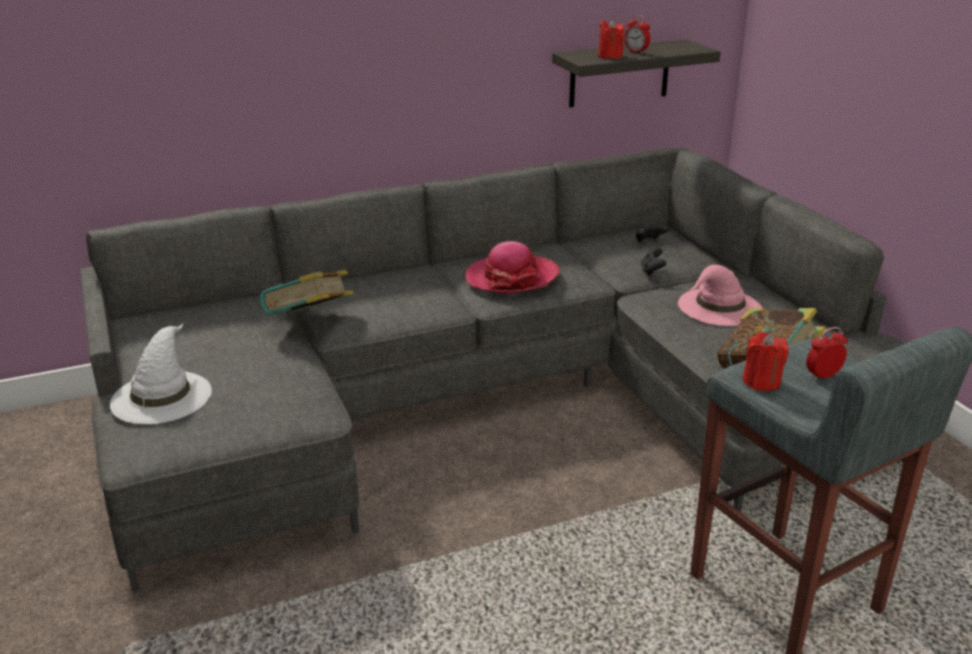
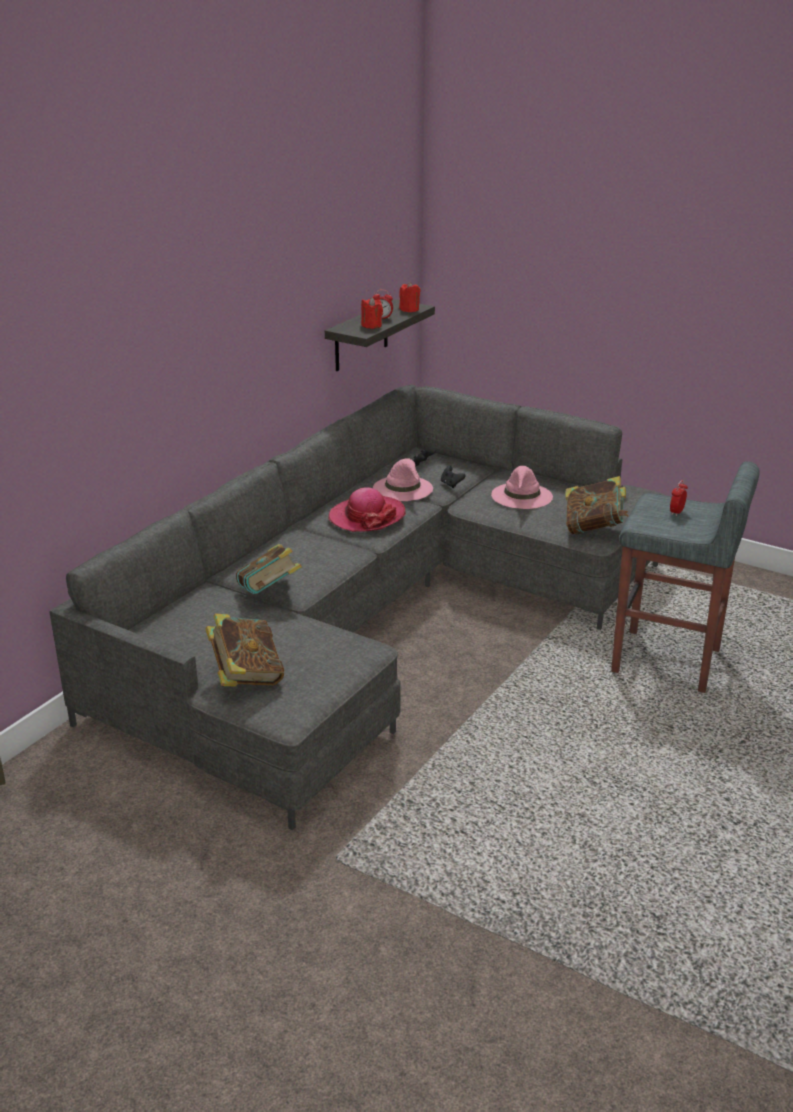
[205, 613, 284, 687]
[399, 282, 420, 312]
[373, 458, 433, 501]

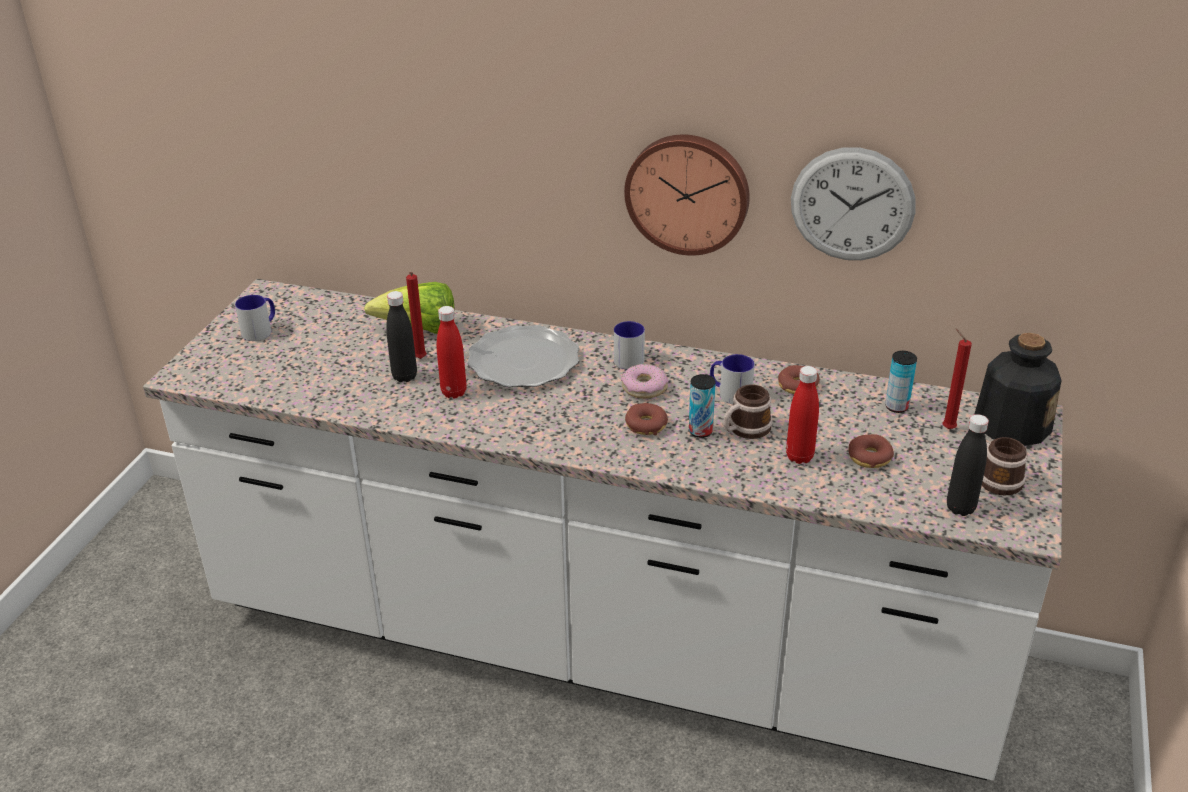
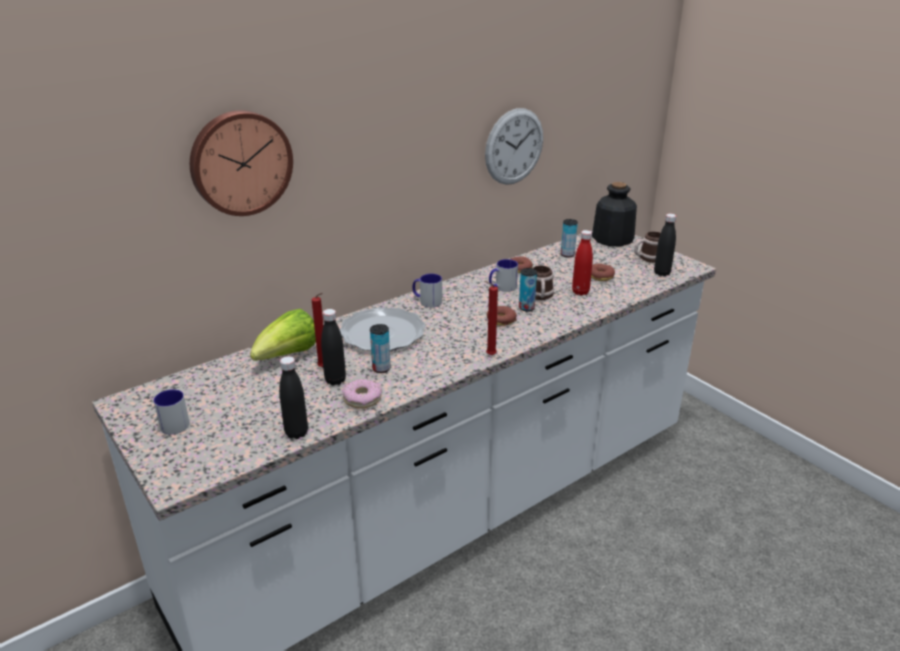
[190, 110, 293, 216]
[370, 324, 391, 373]
[485, 281, 498, 356]
[342, 379, 382, 408]
[279, 356, 308, 439]

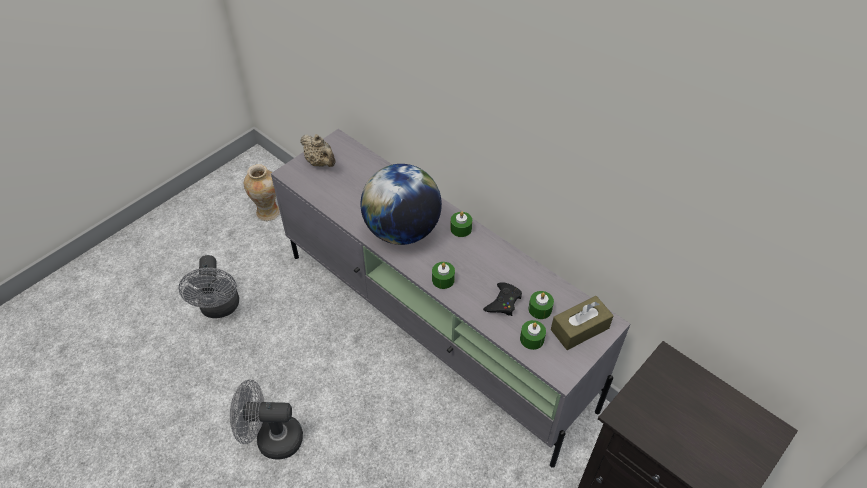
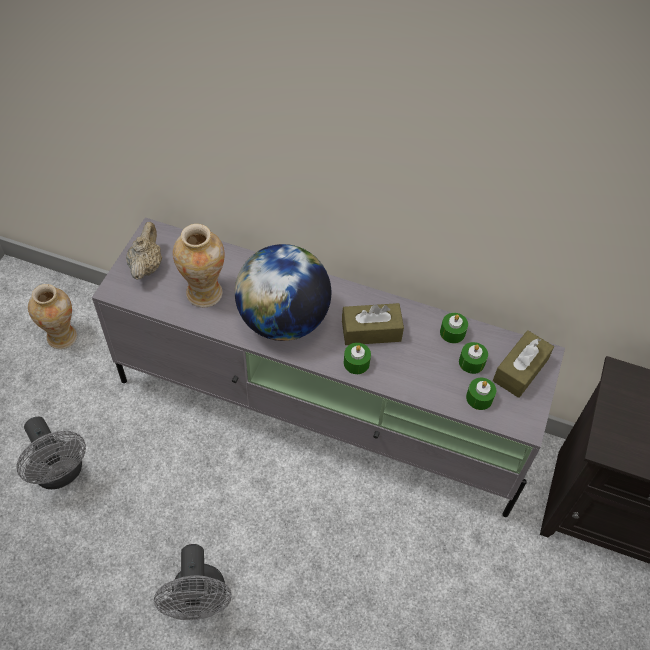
[126, 222, 162, 280]
[440, 313, 468, 343]
[483, 282, 522, 316] (first image)
[154, 544, 232, 620]
[173, 224, 224, 307]
[342, 303, 404, 345]

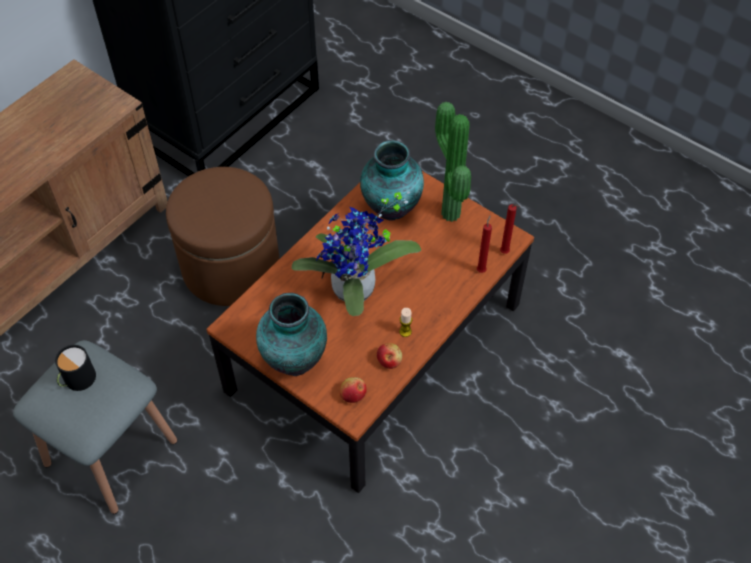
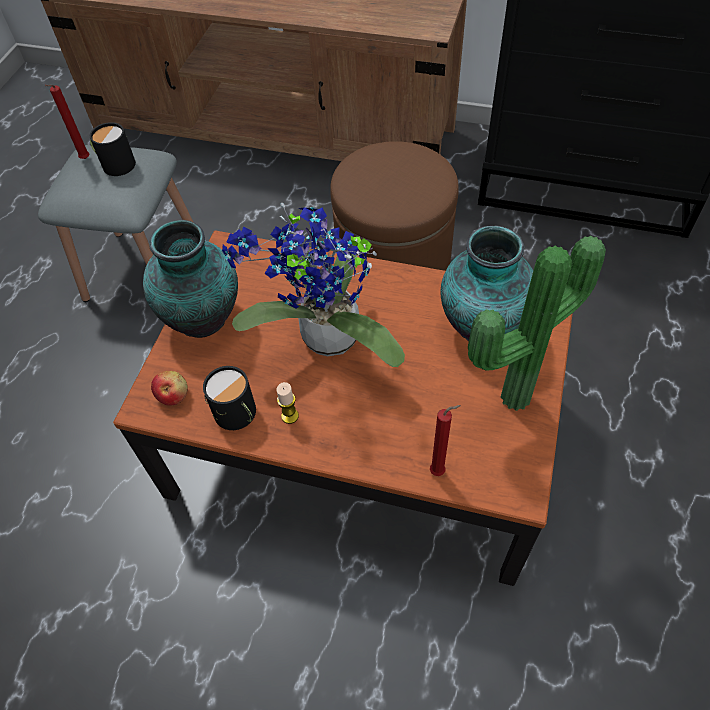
[45, 85, 90, 159]
[203, 366, 256, 430]

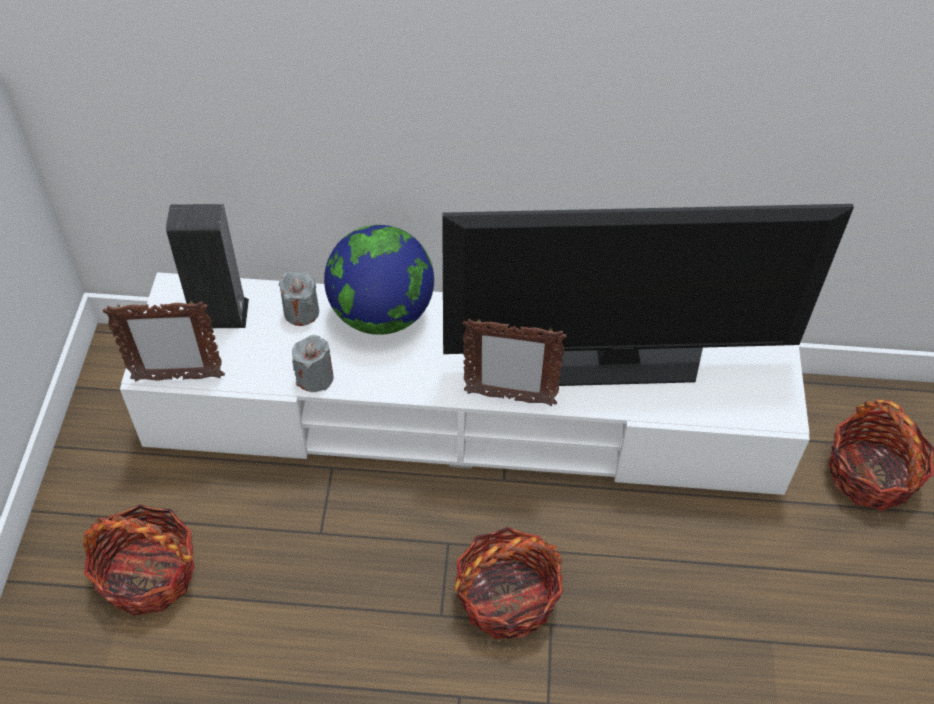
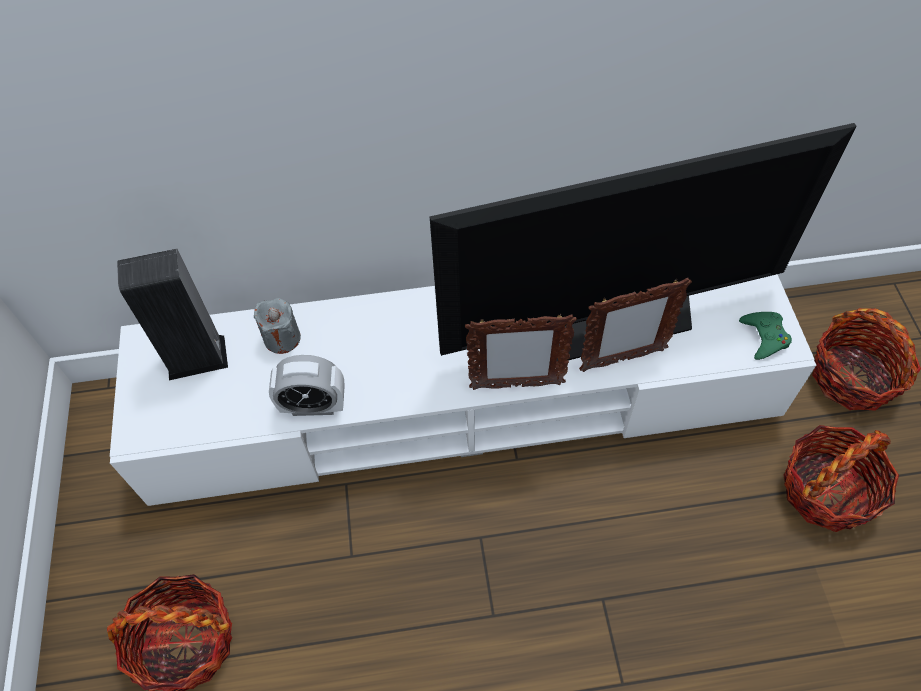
[324, 225, 434, 335] (first image)
[579, 278, 692, 372]
[269, 355, 345, 416]
[783, 425, 899, 532]
[739, 312, 792, 360]

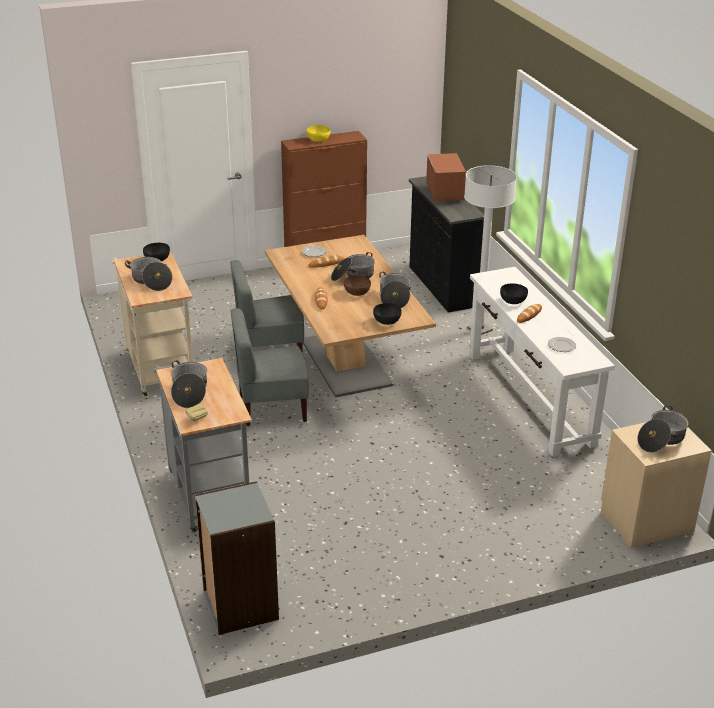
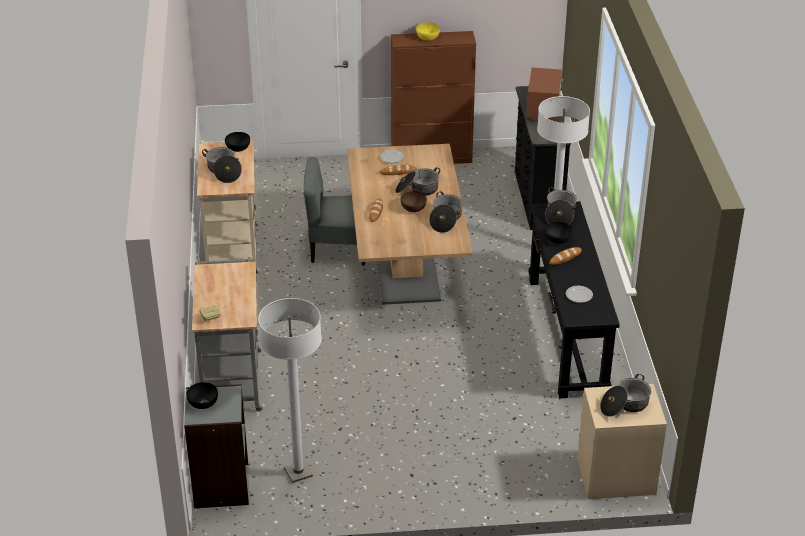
[528, 201, 620, 398]
[186, 382, 218, 409]
[231, 308, 309, 426] (first image)
[545, 187, 577, 225]
[258, 298, 322, 483]

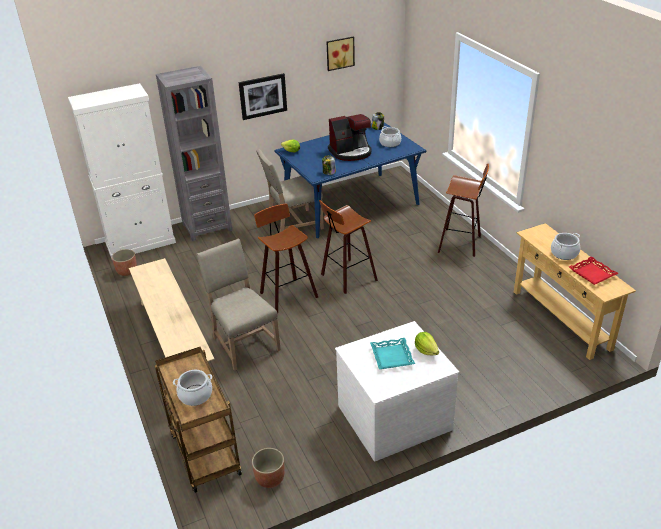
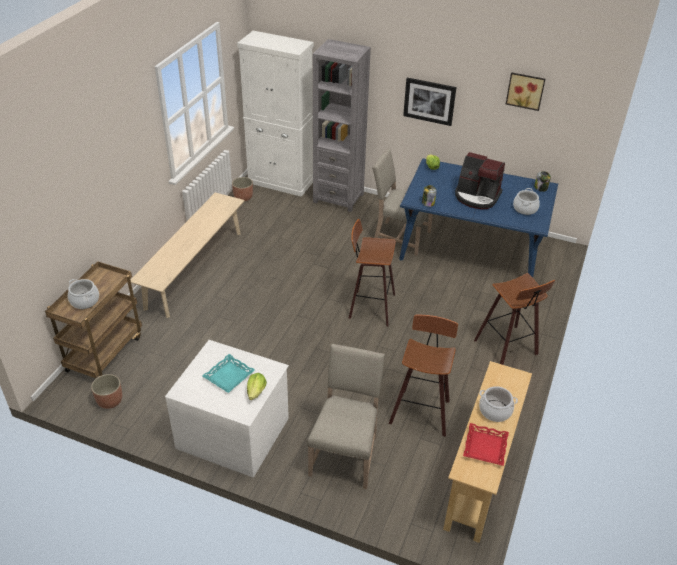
[389, 314, 458, 437]
[307, 344, 385, 489]

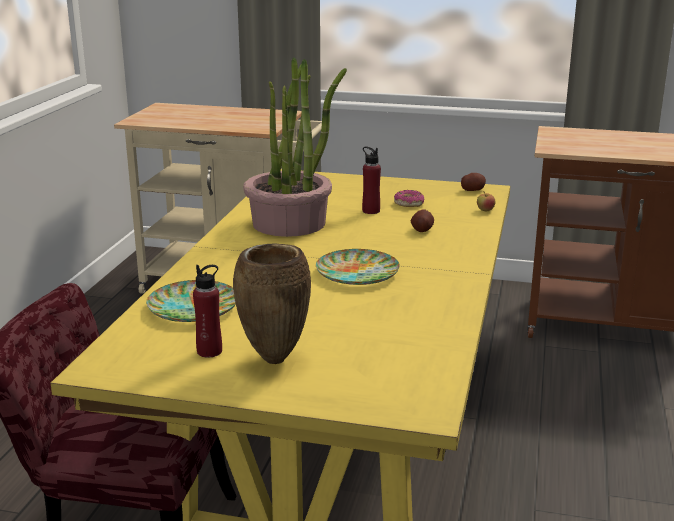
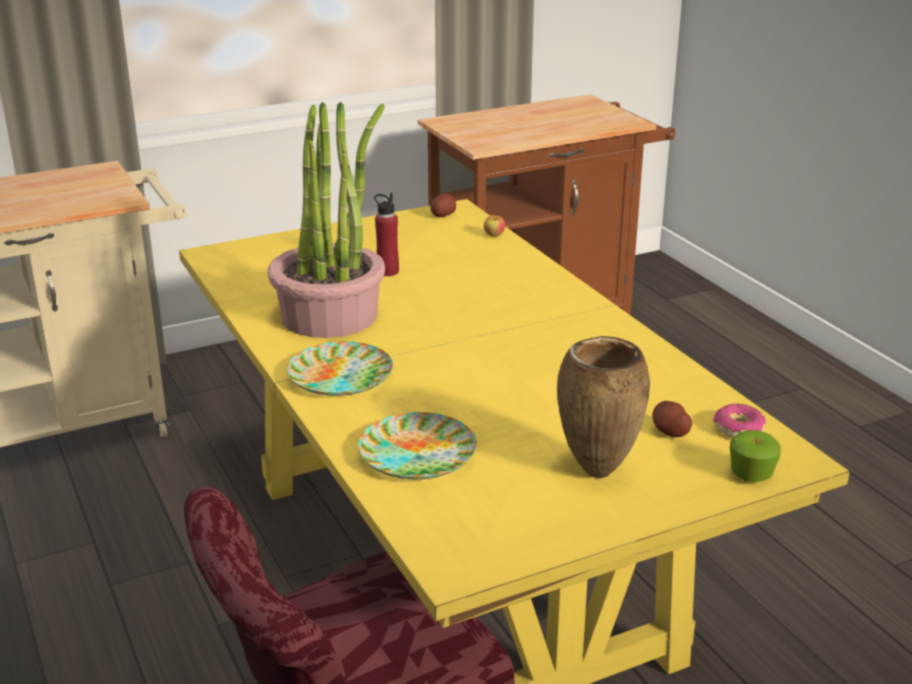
[714, 404, 766, 438]
[652, 401, 692, 437]
[287, 341, 393, 396]
[193, 265, 222, 358] (first image)
[730, 430, 781, 482]

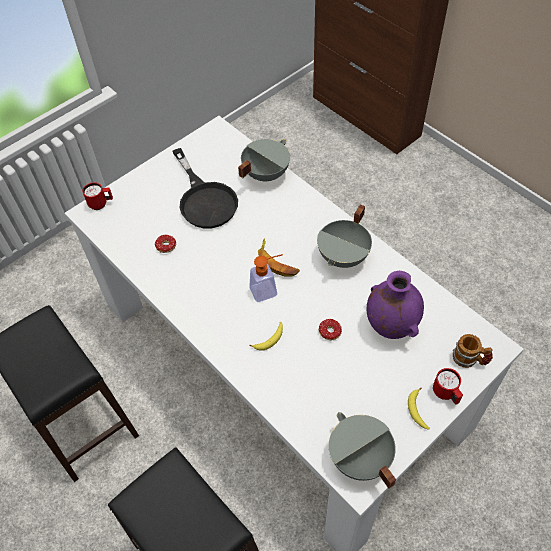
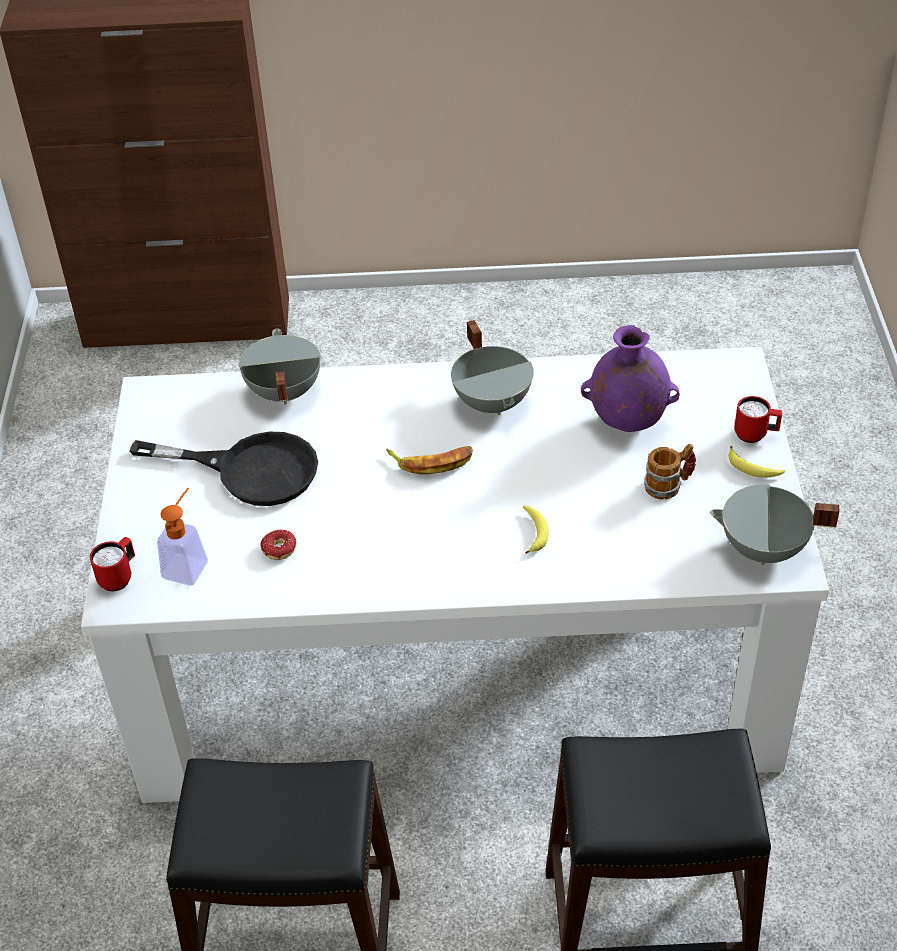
[157, 488, 208, 586]
[319, 319, 342, 340] (first image)
[644, 444, 696, 500]

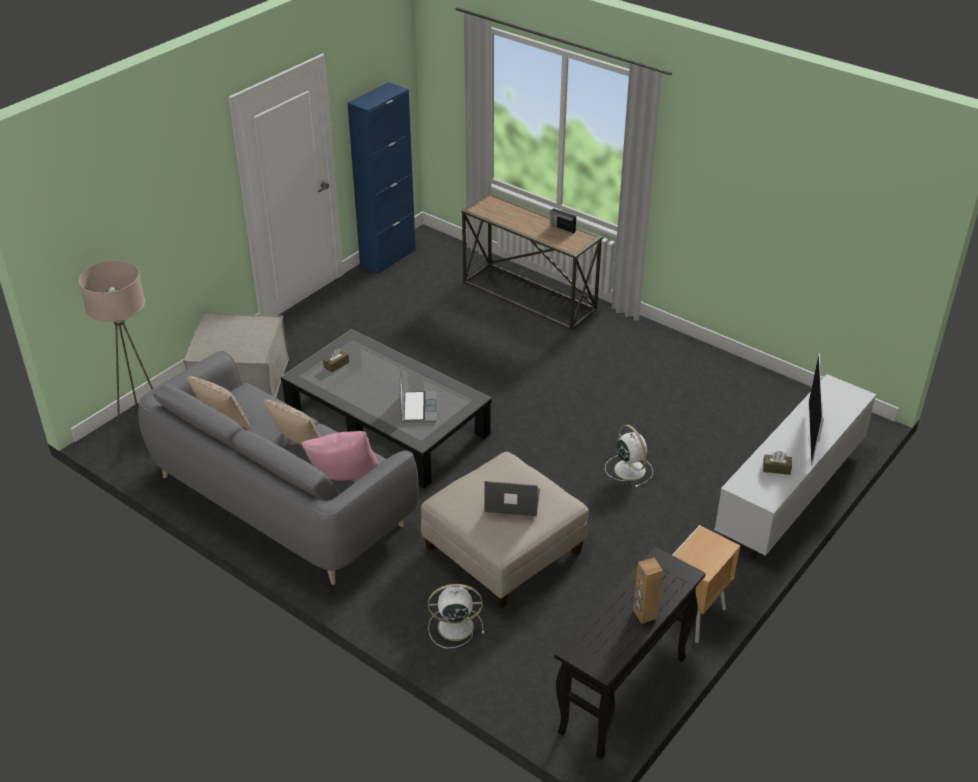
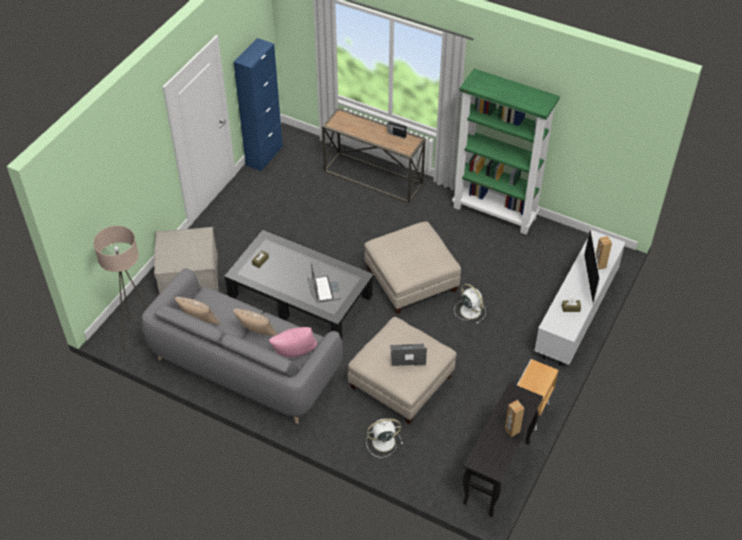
[452, 69, 560, 235]
[364, 222, 461, 314]
[596, 236, 612, 270]

